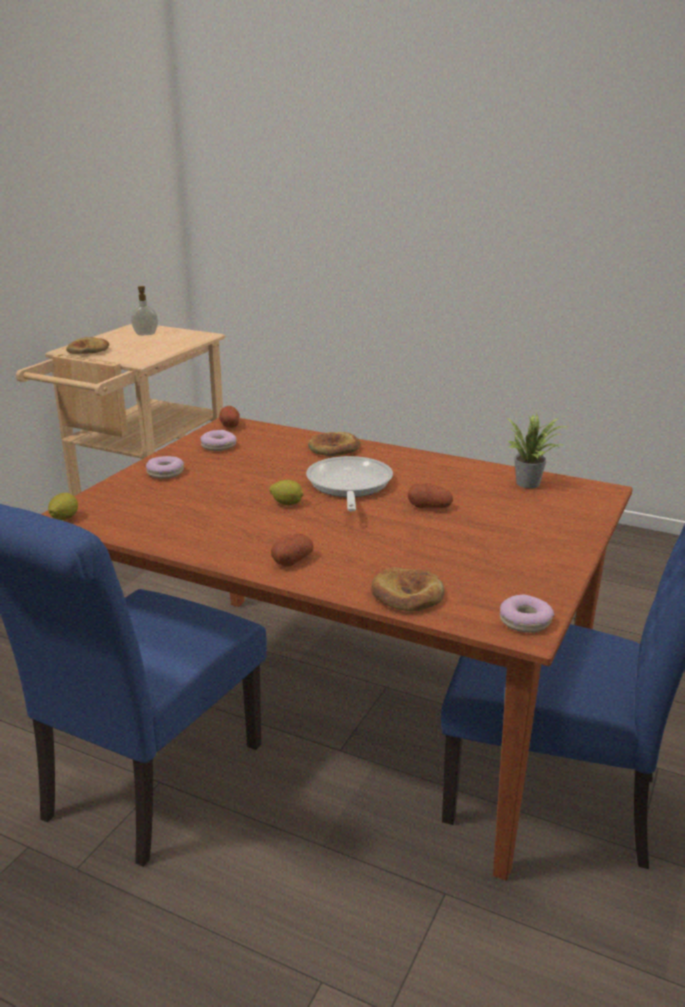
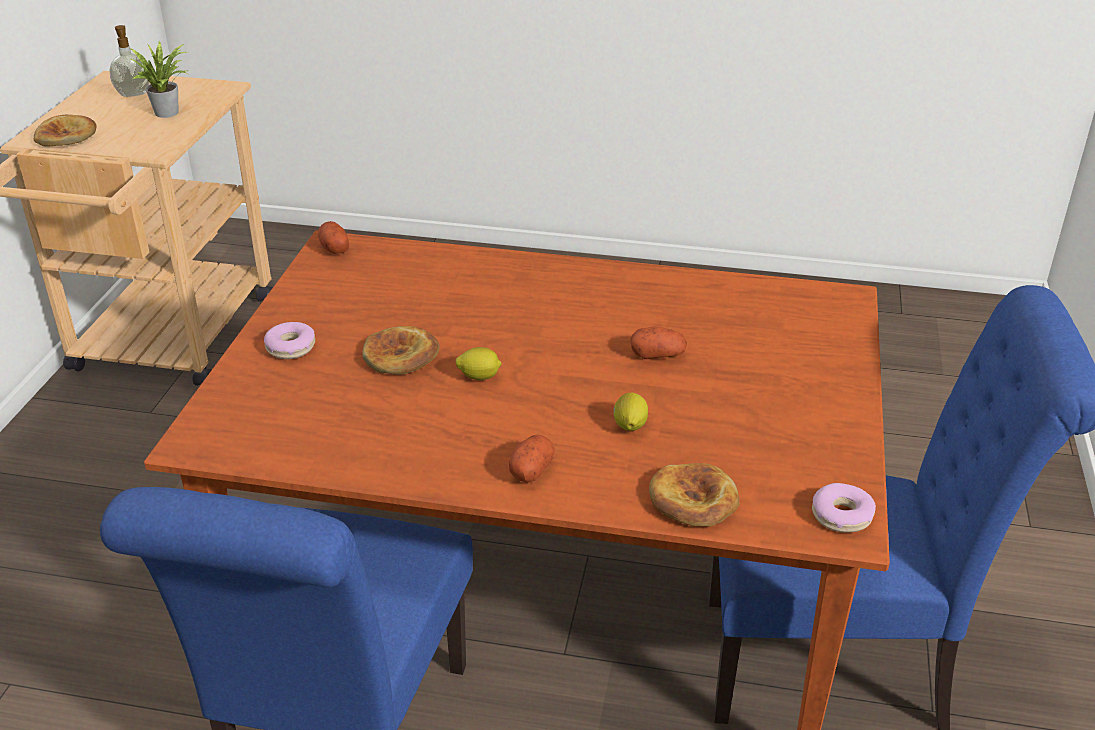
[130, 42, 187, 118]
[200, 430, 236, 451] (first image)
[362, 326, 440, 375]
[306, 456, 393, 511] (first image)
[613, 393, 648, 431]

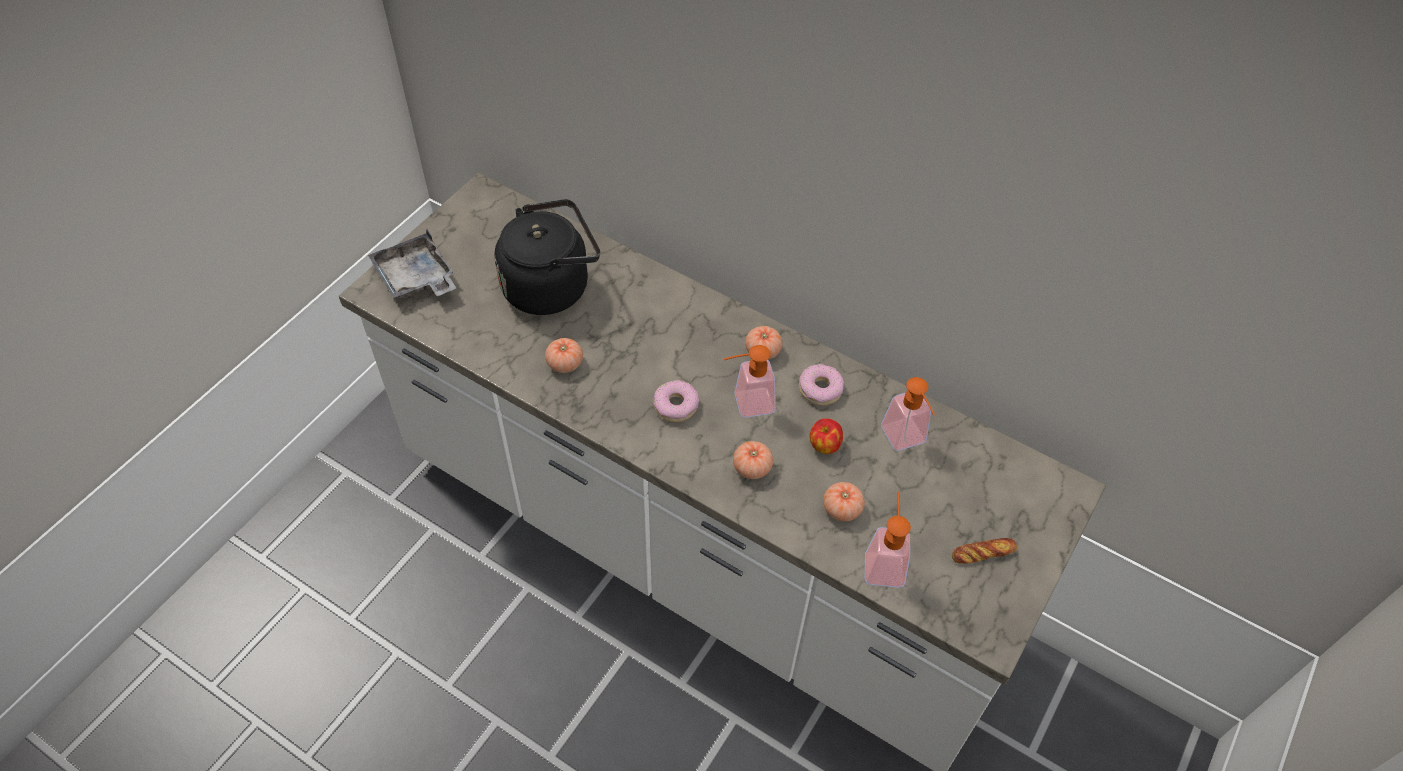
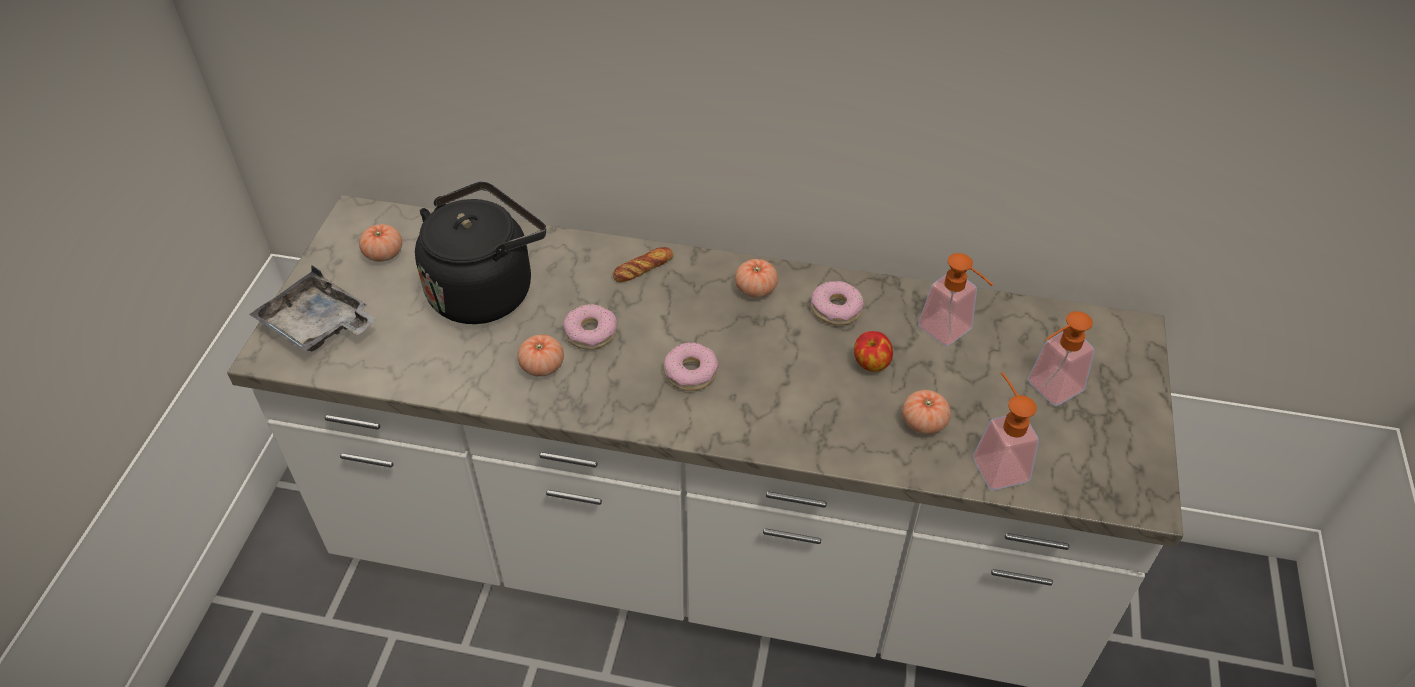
[1028, 311, 1094, 406]
[359, 224, 402, 262]
[613, 247, 674, 282]
[563, 304, 618, 350]

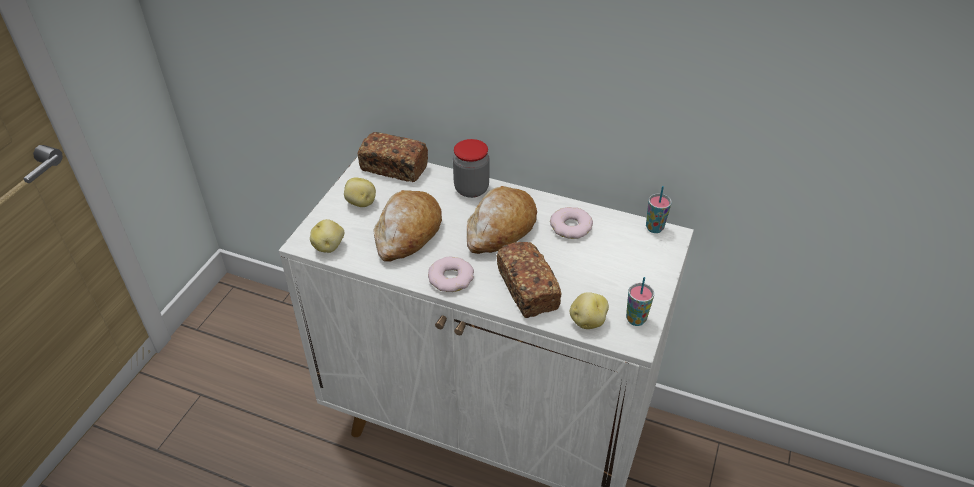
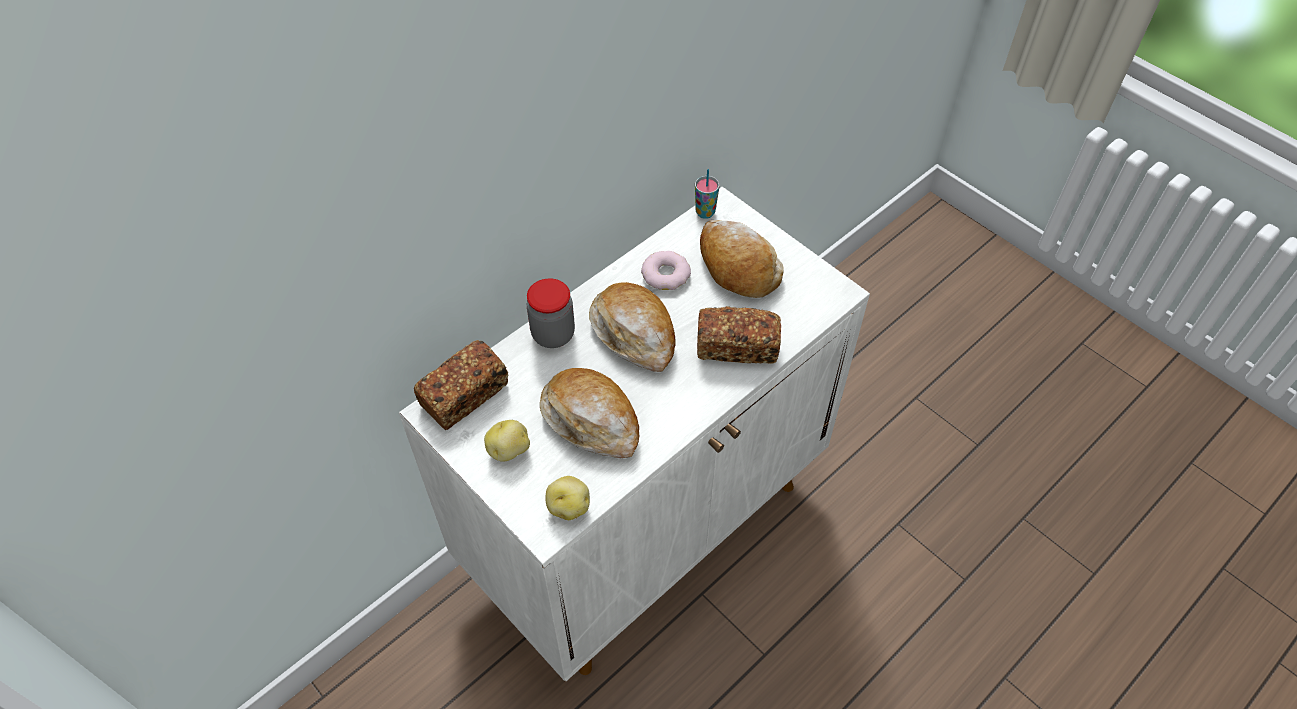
[428, 257, 474, 292] (first image)
[626, 277, 654, 326] (first image)
[570, 292, 609, 329] (first image)
[700, 220, 784, 298]

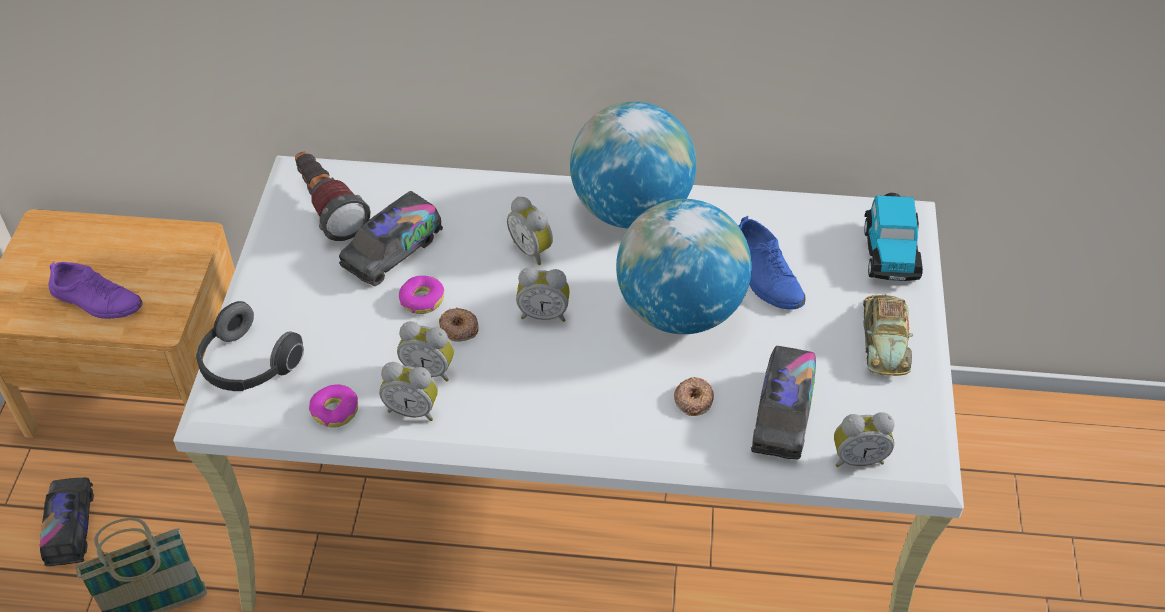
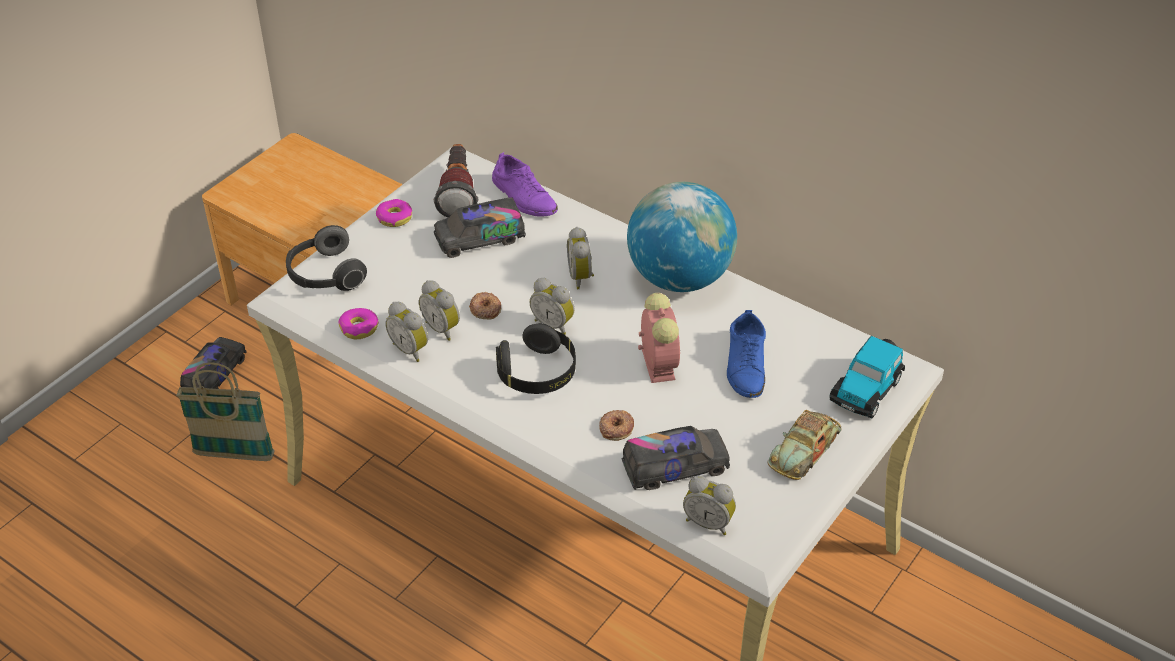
[638, 293, 680, 383]
[492, 152, 558, 217]
[376, 199, 412, 227]
[622, 426, 730, 490]
[496, 323, 576, 394]

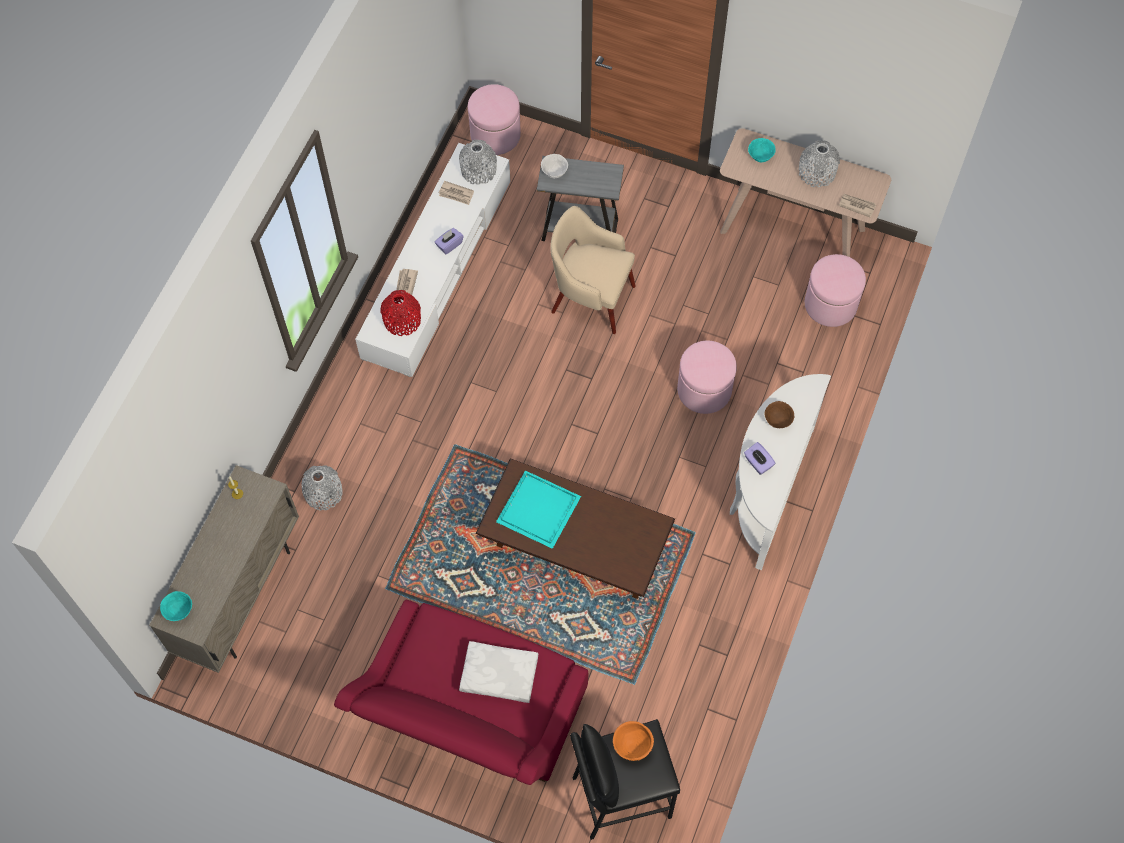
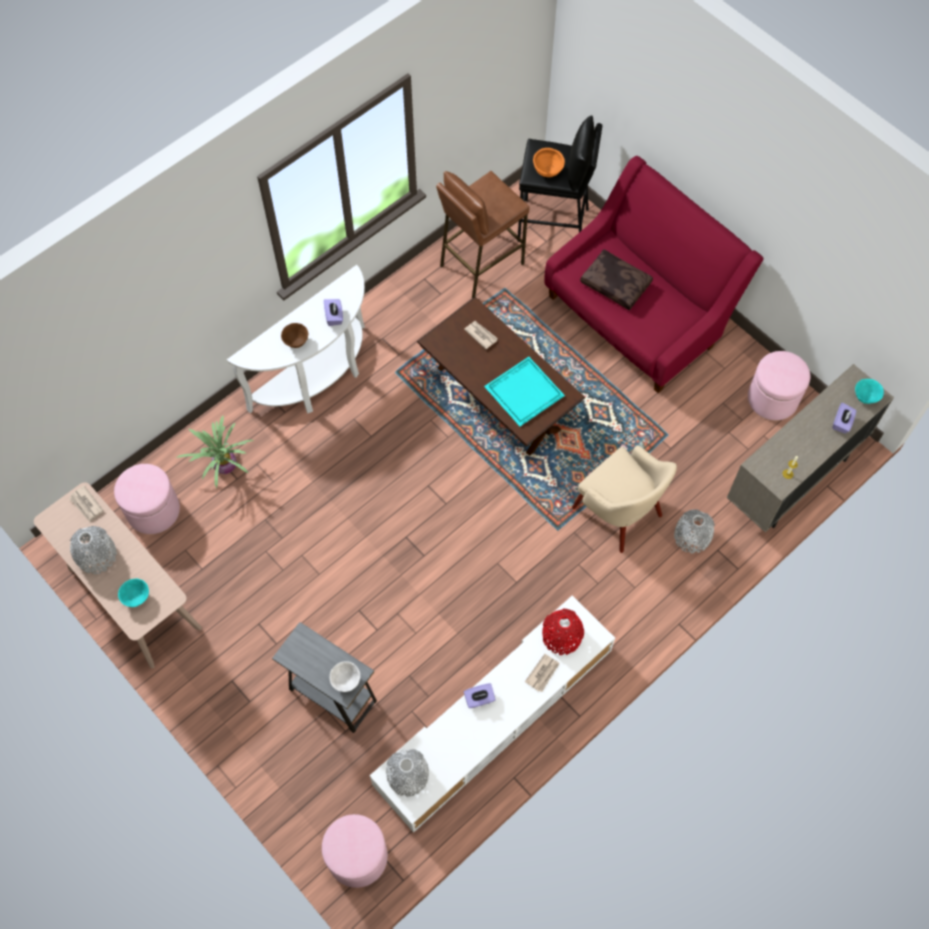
[464, 321, 498, 349]
[572, 445, 677, 553]
[748, 351, 810, 420]
[580, 250, 653, 310]
[436, 171, 529, 298]
[832, 403, 857, 434]
[176, 416, 254, 489]

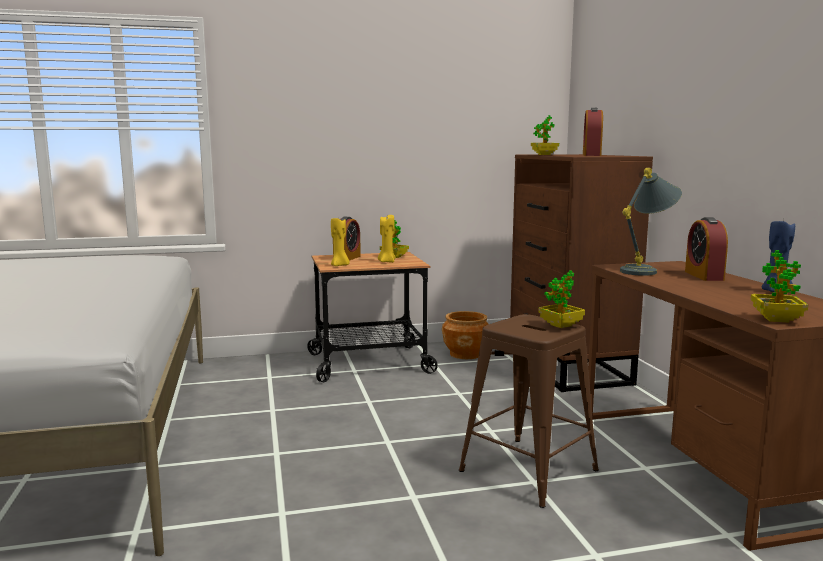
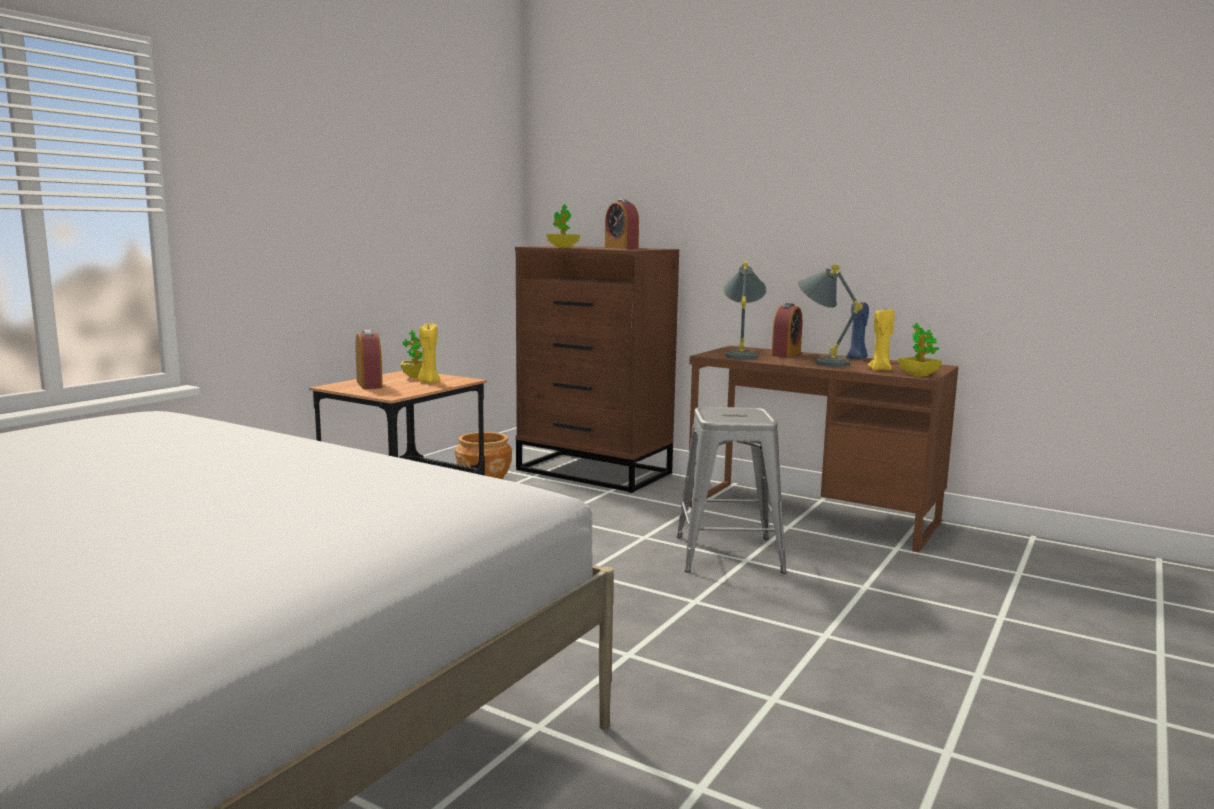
[771, 303, 803, 358]
[868, 309, 894, 371]
[538, 270, 585, 328] (first image)
[677, 407, 786, 574]
[798, 264, 863, 367]

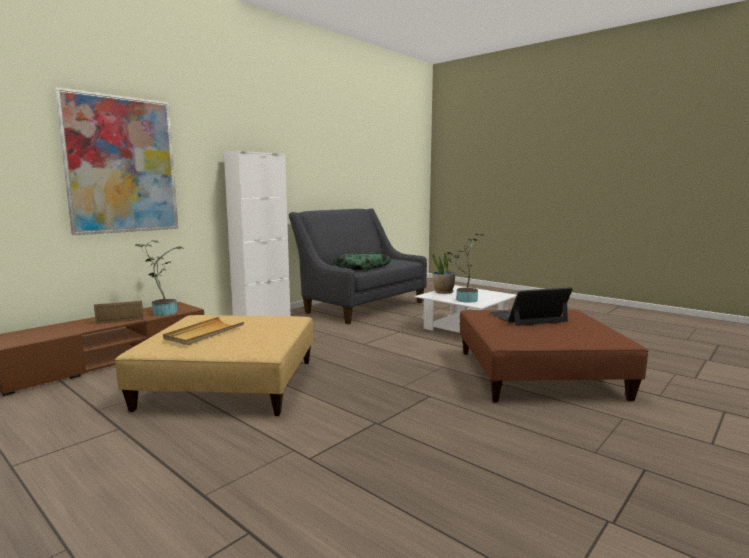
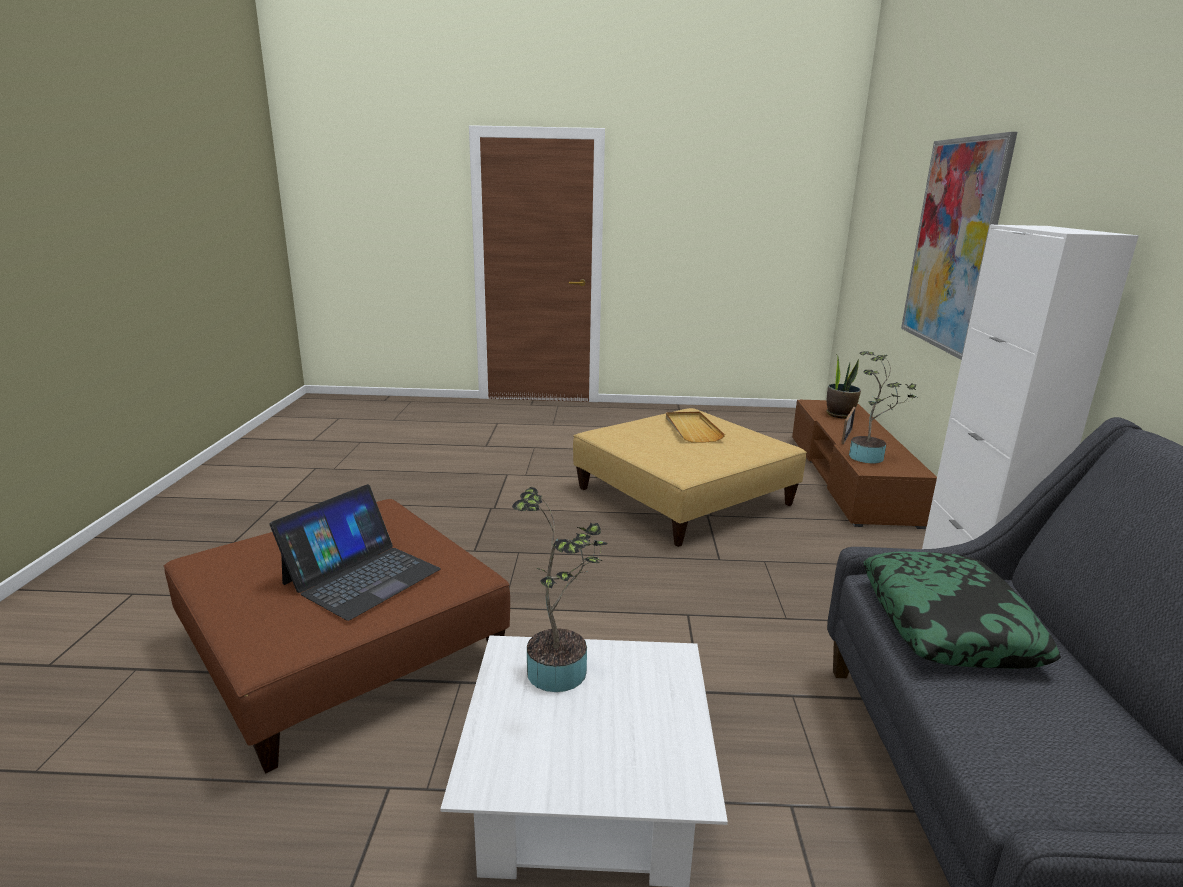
[827, 354, 861, 418]

